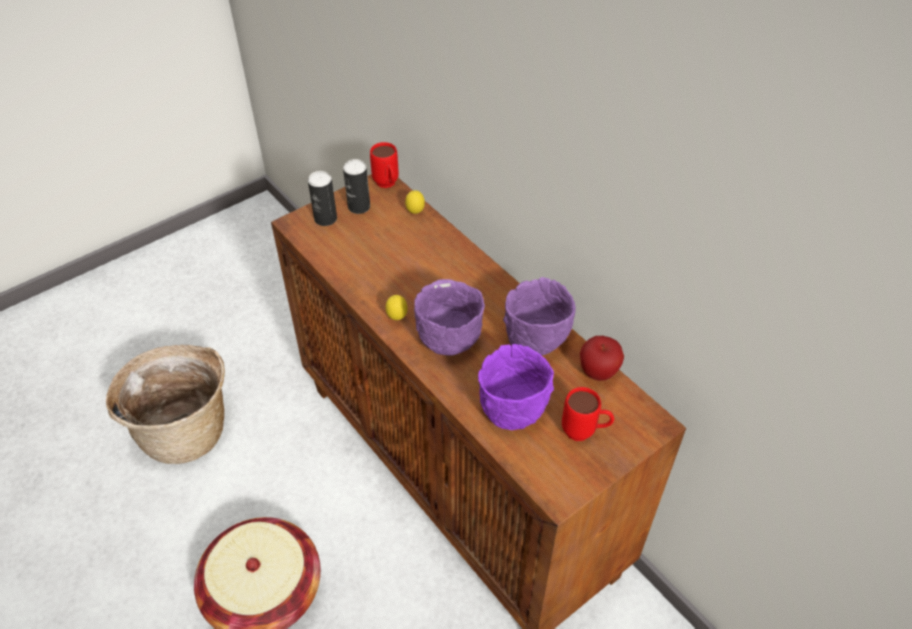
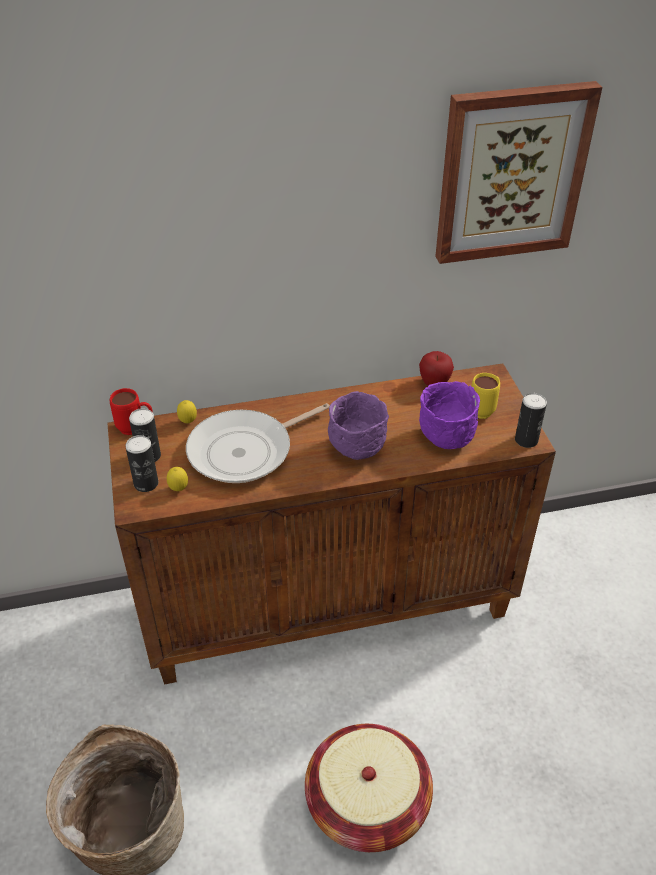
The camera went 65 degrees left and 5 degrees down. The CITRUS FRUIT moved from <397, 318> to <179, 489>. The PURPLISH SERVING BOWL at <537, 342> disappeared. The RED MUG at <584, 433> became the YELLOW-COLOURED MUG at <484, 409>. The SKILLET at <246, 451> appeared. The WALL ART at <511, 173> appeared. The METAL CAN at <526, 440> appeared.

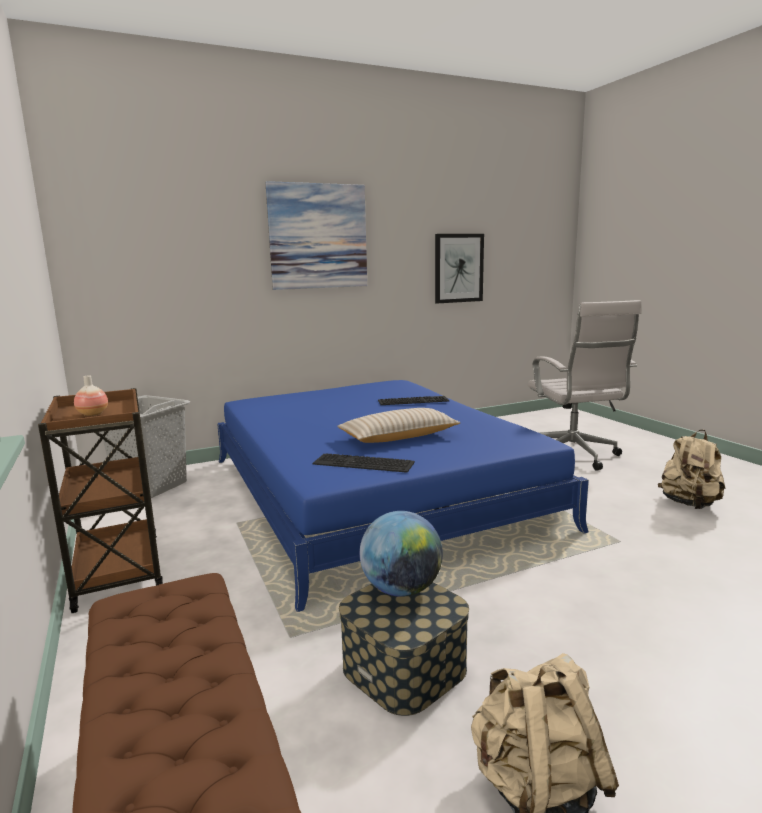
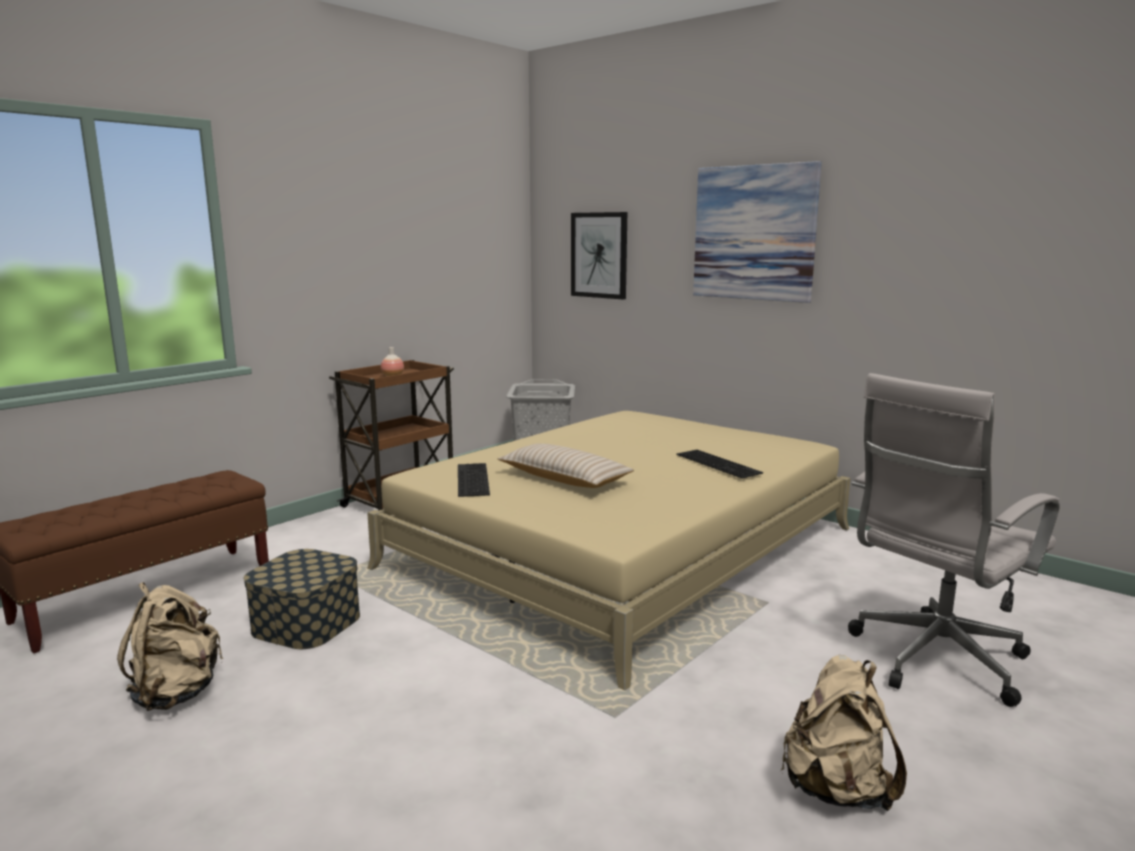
The camera went 65 degrees right and 0 degrees up. The BLUE BED at <372, 491> became the SAND-COLOURED BED at <622, 548>. The GLOBE at <401, 589> disappeared. The WALL ART moved from <458, 268> to <599, 255>.

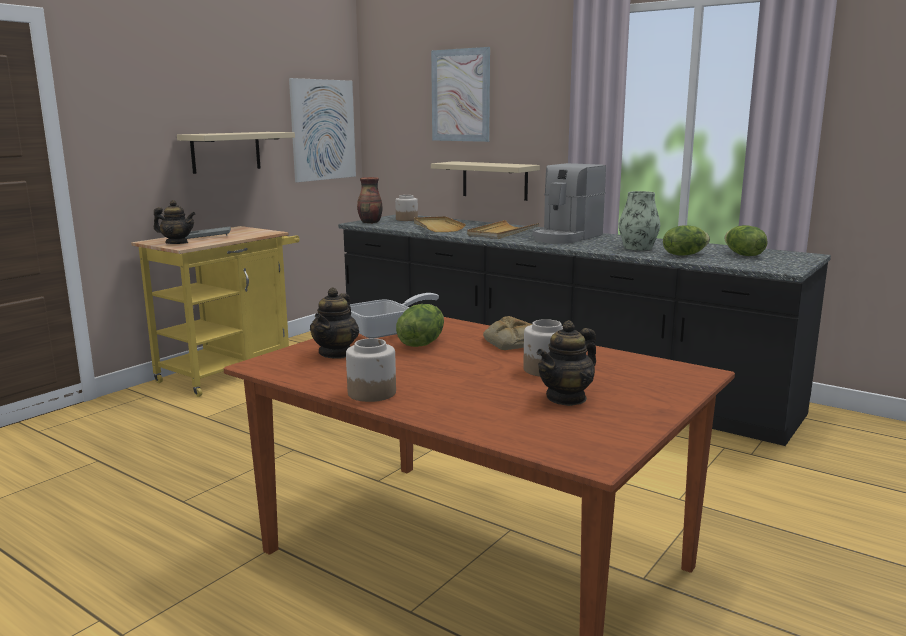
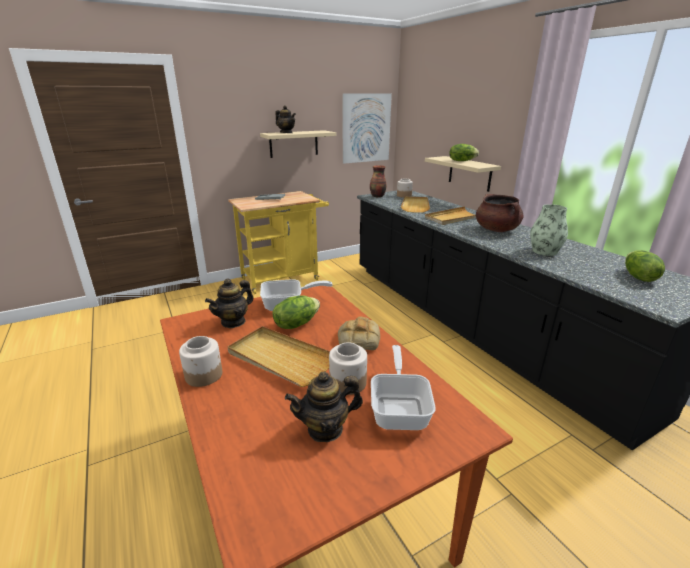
The camera went 25 degrees right and 10 degrees up. The TEA POT moved from <177, 243> to <286, 133>. The WALL ART at <460, 95> disappeared. The COFFEE MACHINE at <566, 237> was replaced by the BROWNISH STOCKPOT at <497, 230>. The HEAD OF LETTUCE moved from <684, 254> to <461, 161>. The SAND-COLOURED CARRYING TRAY at <280, 358> appeared. The SKILLET at <400, 408> appeared.

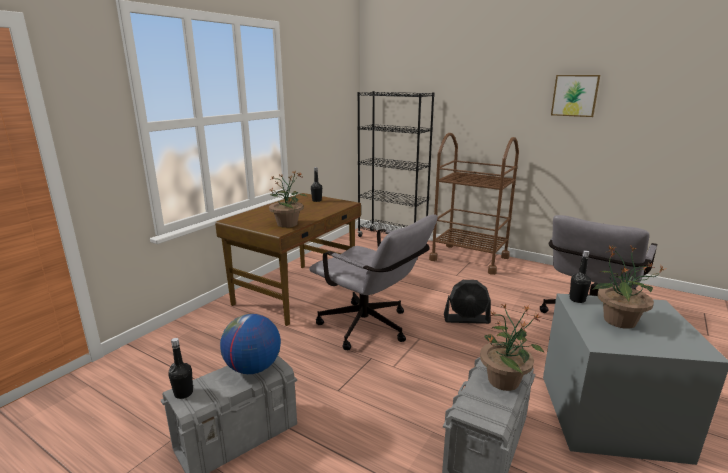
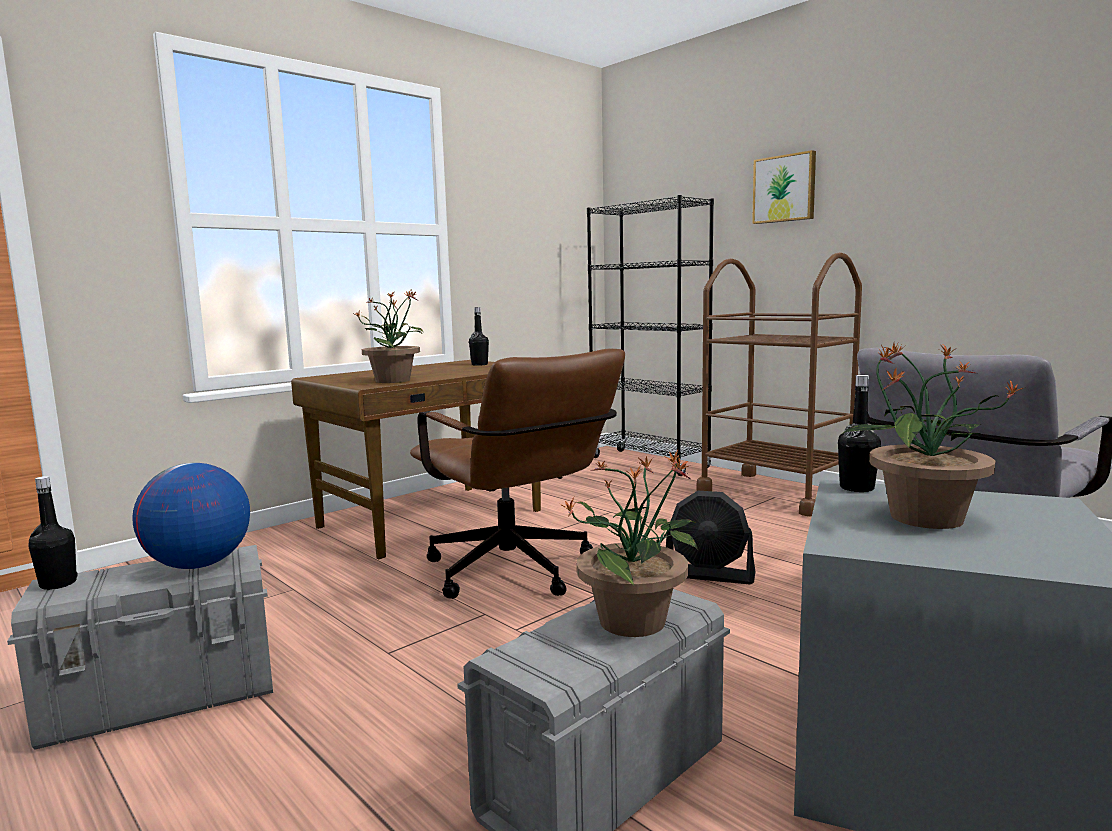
The camera went 15 degrees right and 10 degrees down. The GREY COMPUTER CHAIR at <371, 329> became the BROWNISH COMPUTER CHAIR at <517, 574>. The WALL ART moved from <575, 95> to <785, 189>.

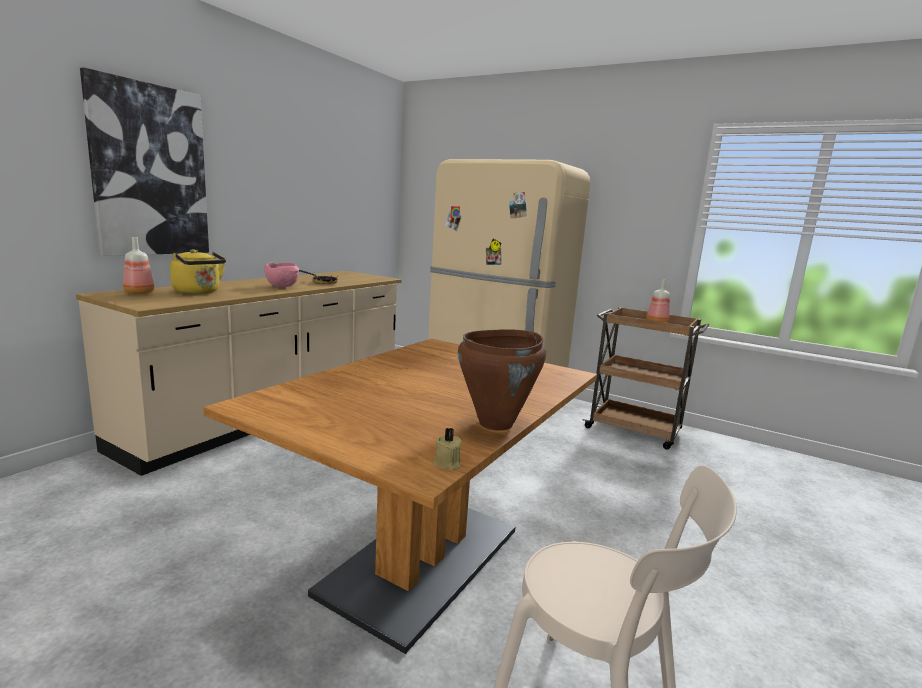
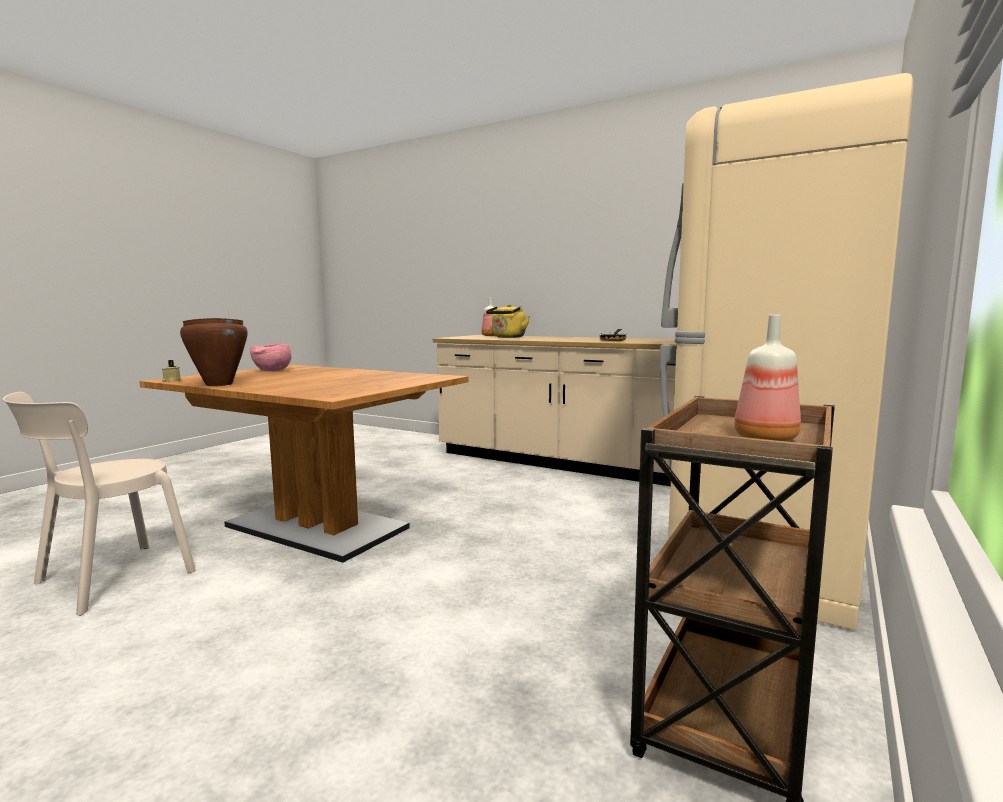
The camera went 90 degrees right and 5 degrees down. The WALL ART at <150, 171> disappeared. The PINK SERVING BOWL moved from <283, 287> to <272, 371>.

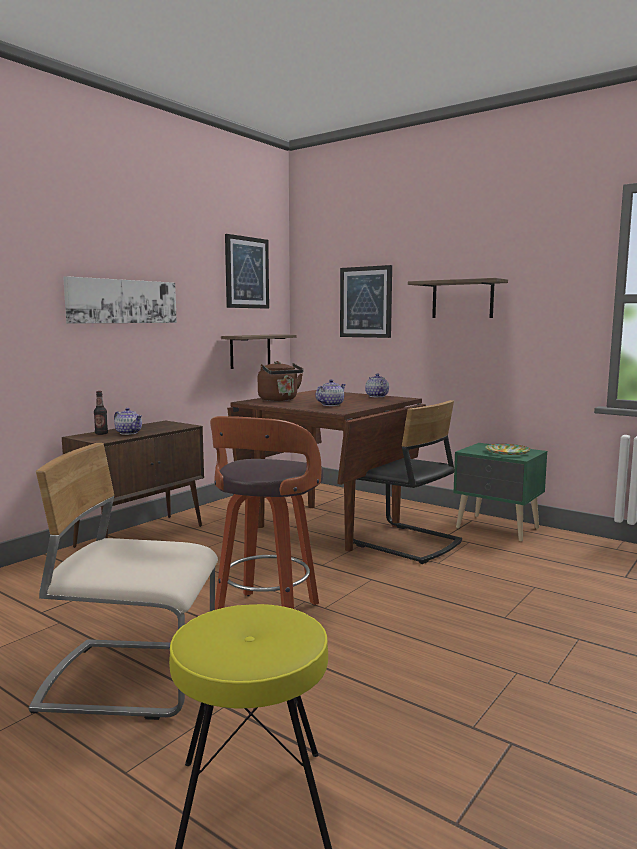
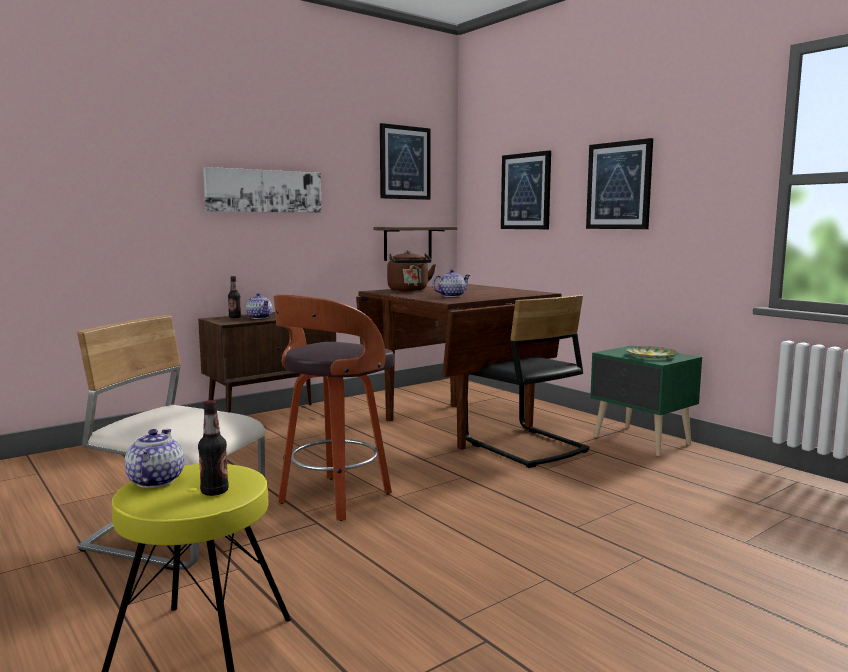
The camera went 15 degrees right and 0 degrees up. The TEA POT moved from <376, 396> to <155, 481>. The SHELF at <462, 299> was replaced by the WALL ART at <619, 185>. The BOTTLE at <214, 492> appeared.

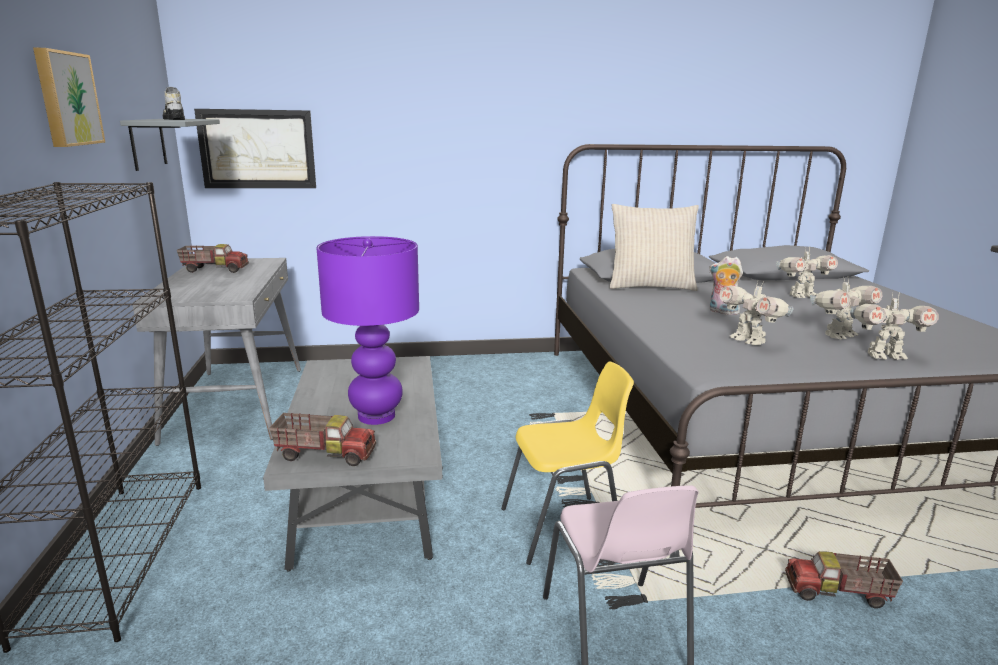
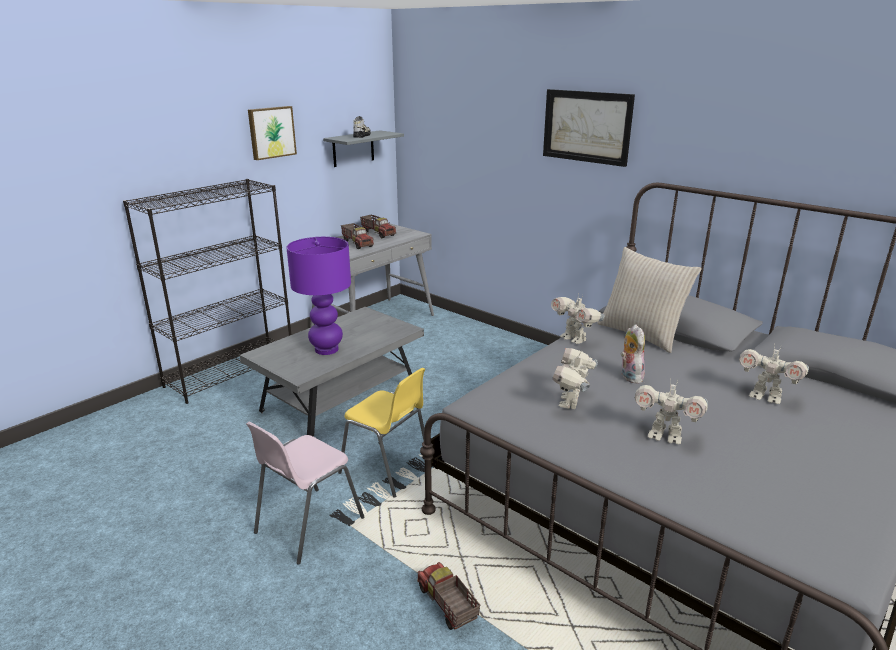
The camera went 50 degrees right and 5 degrees up. The WALL ART moved from <257, 149> to <587, 126>. The MODEL TRUCK moved from <325, 454> to <357, 244>. The ROBOT FIGURE moved from <884, 356> to <574, 339>.

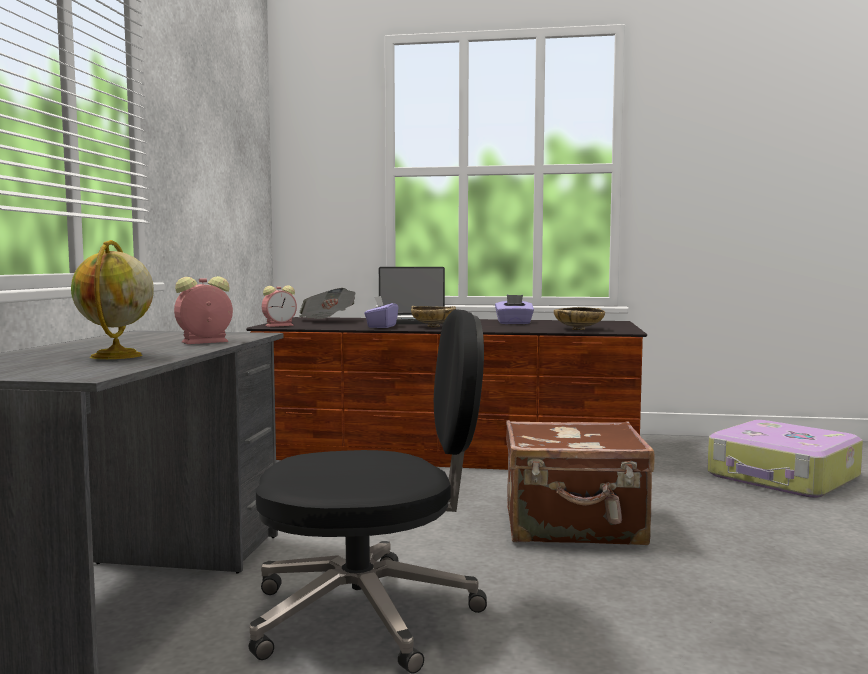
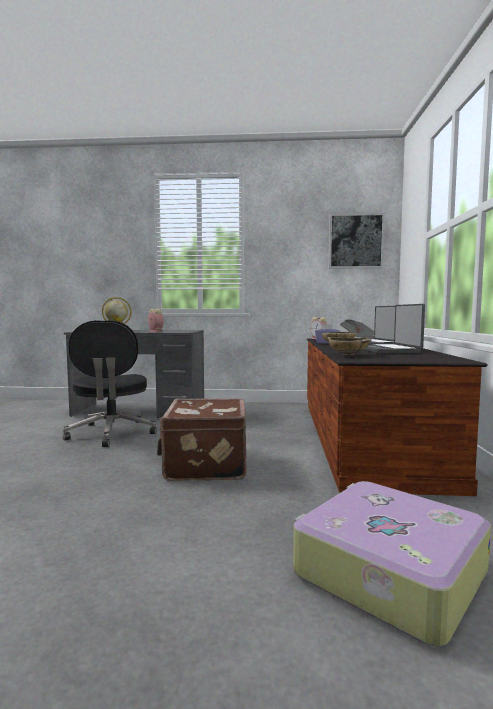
The camera went 85 degrees right and 0 degrees up. The PURPLISH TISSUE HOLDER at <514, 323> was replaced by the PORTABLE COMPUTER at <388, 350>. The WALL ART at <355, 241> appeared.

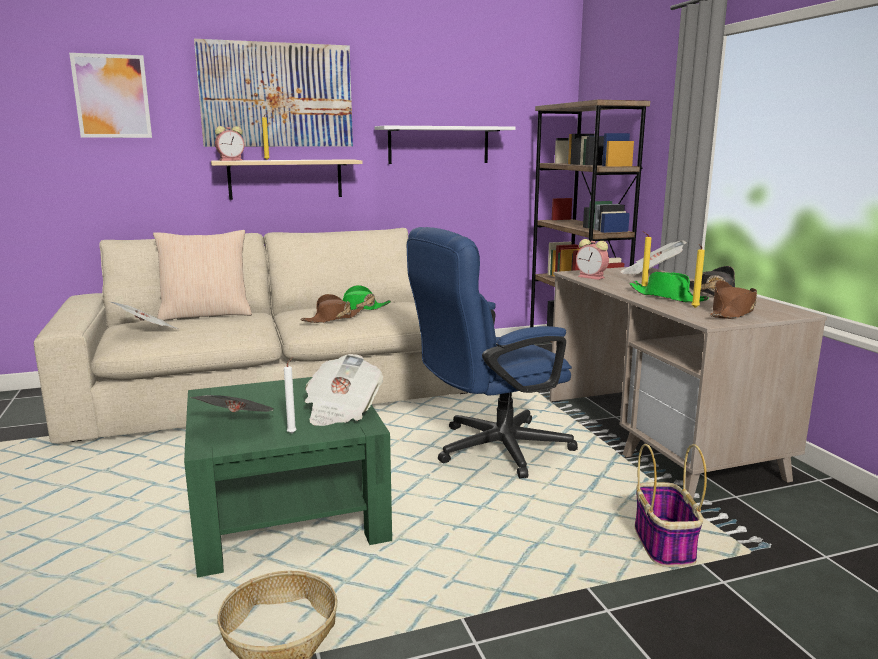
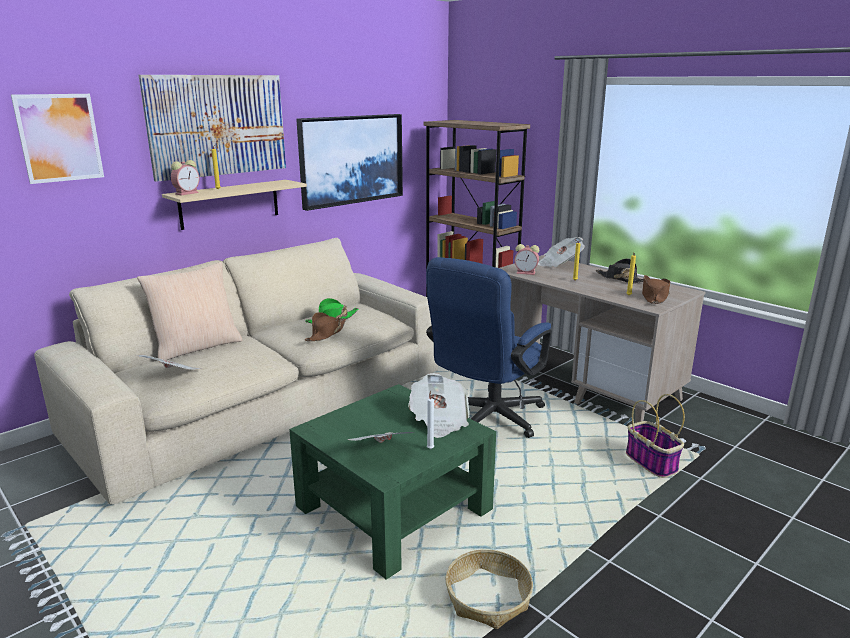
The camera went 25 degrees left and 5 degrees up. The WHITE SHELF at <438, 145> was replaced by the WALL ART at <351, 159>. The GREEN HAT at <667, 297> disappeared.

